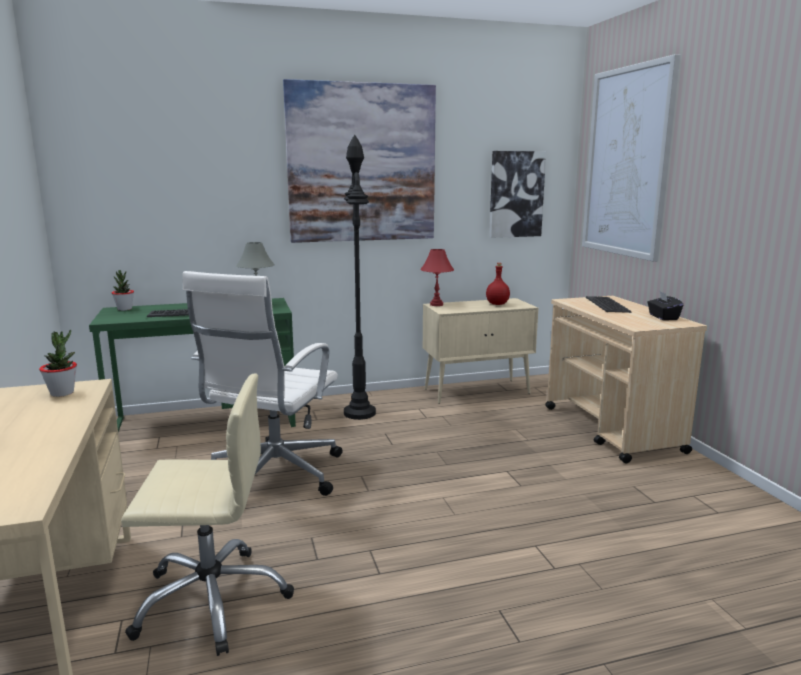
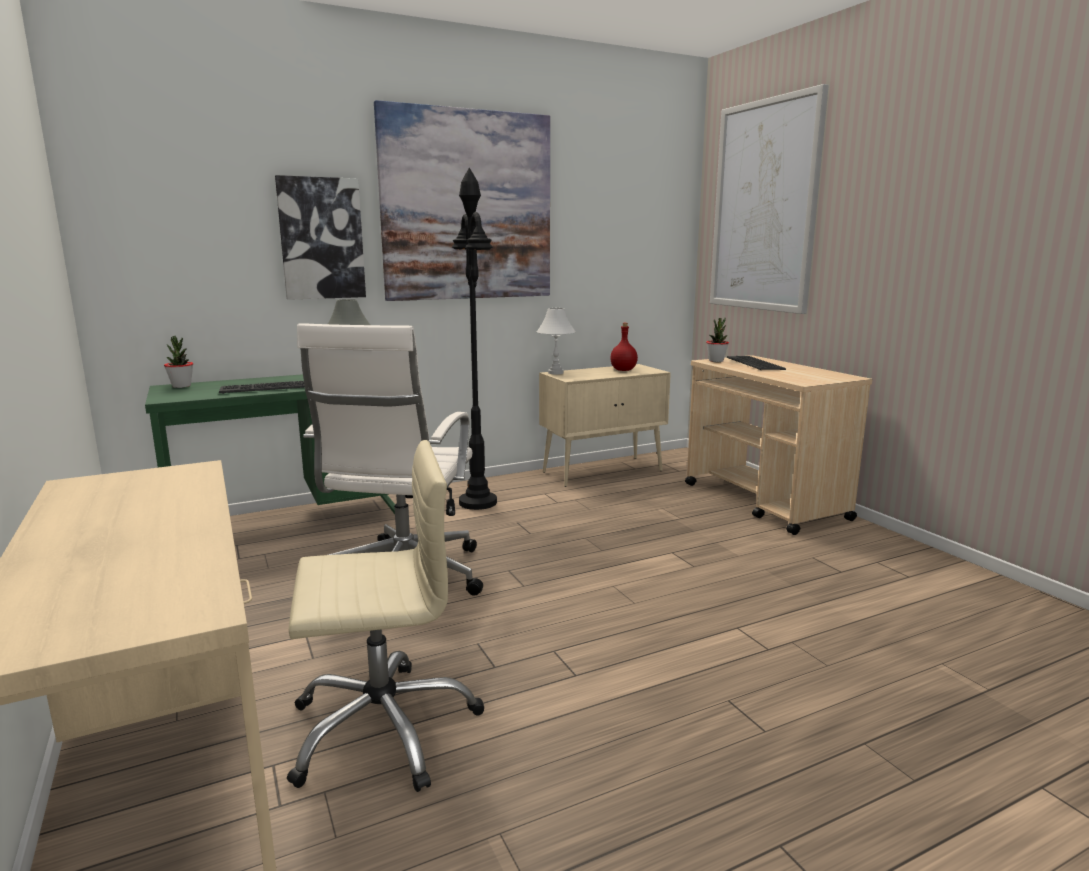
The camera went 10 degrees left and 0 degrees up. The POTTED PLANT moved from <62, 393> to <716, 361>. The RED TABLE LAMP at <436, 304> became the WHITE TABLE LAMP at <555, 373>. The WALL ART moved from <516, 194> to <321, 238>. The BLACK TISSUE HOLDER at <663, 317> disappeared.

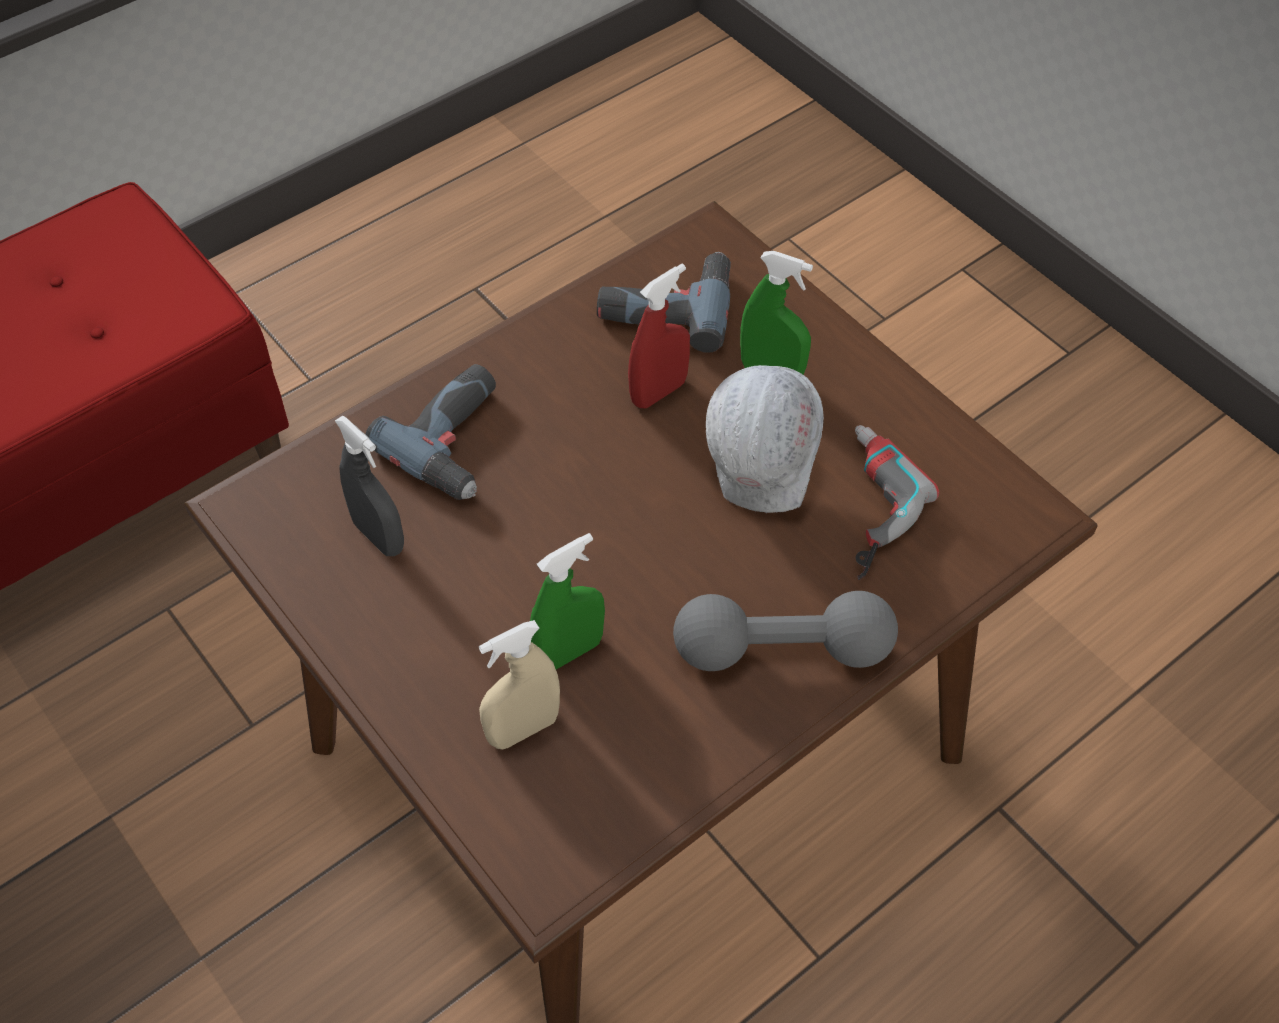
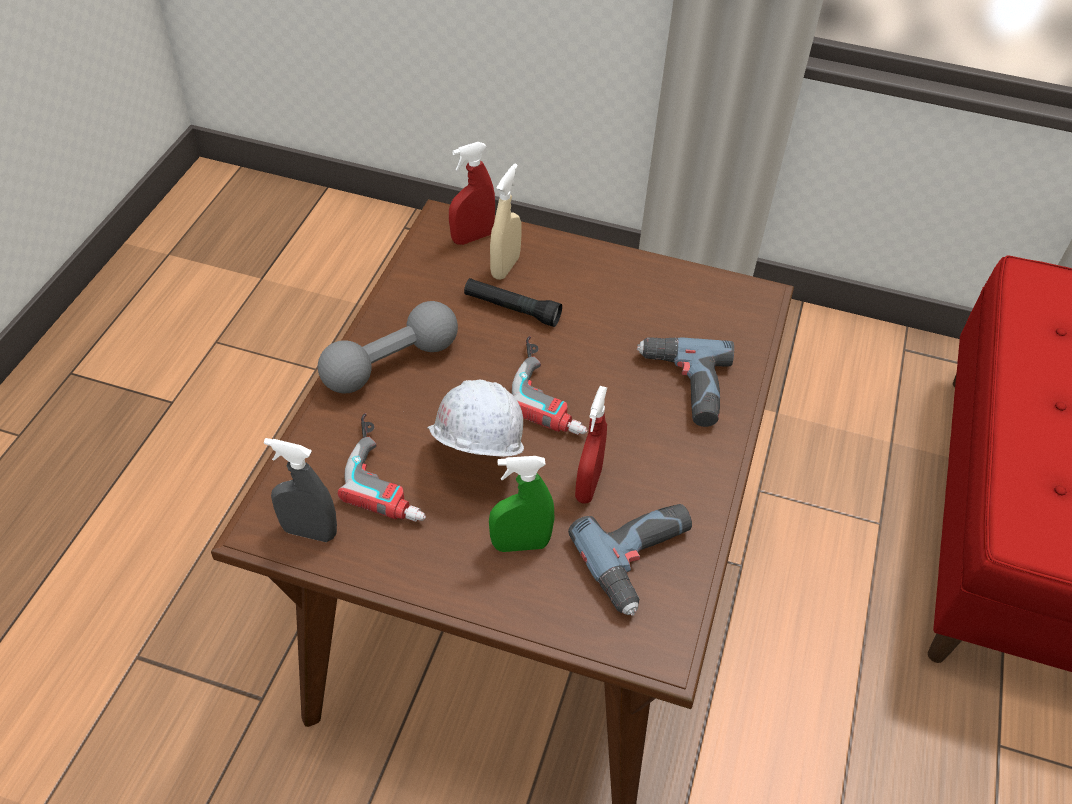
The camera went 145 degrees right and 5 degrees down. The GREY SPRAY BOTTLE moved from <379, 536> to <309, 532>. The GREEN SPRAY BOTTLE at <569, 652> was replaced by the BLACK FLASHLIGHT at <512, 309>. The RED SPRAY BOTTLE at <472, 237> appeared. The POWER DRILL at <554, 391> appeared.

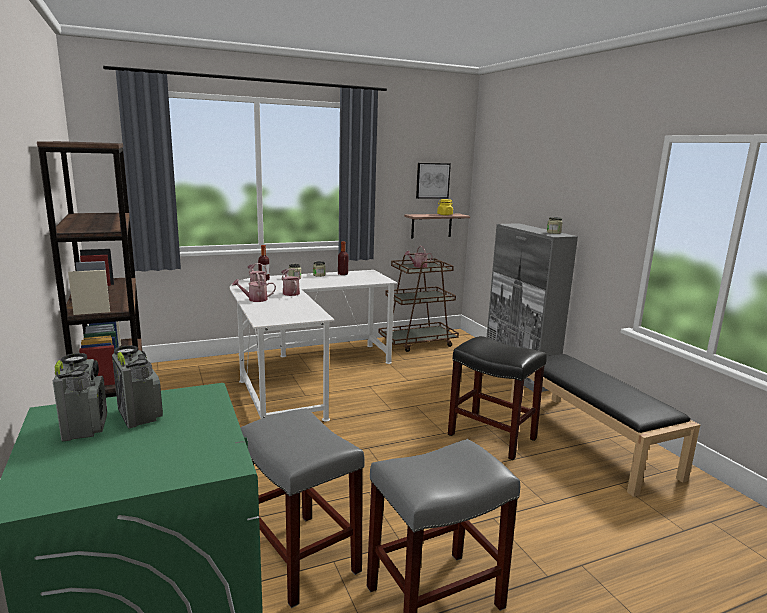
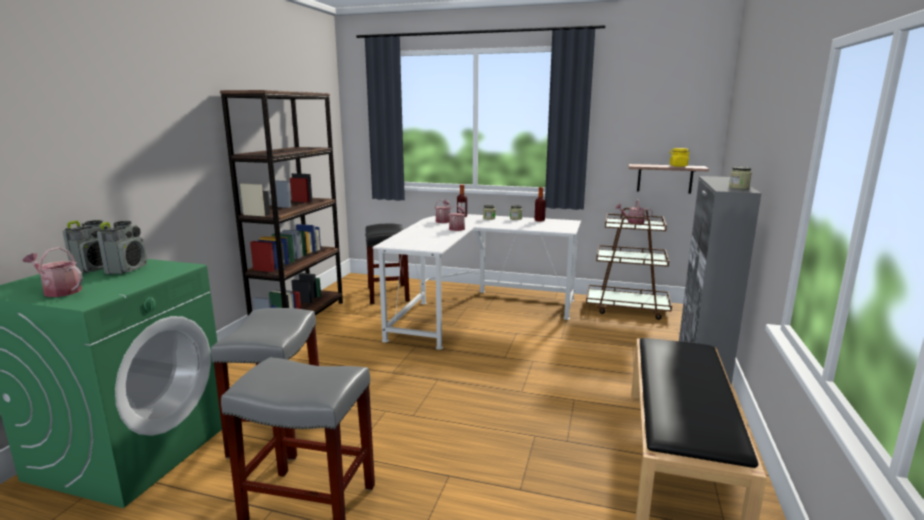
The camera went 40 degrees right and 0 degrees up. The WATERING CAN moved from <255, 299> to <59, 291>. The WALL ART at <432, 180> disappeared. The BLACK STOOL moved from <493, 437> to <388, 294>.

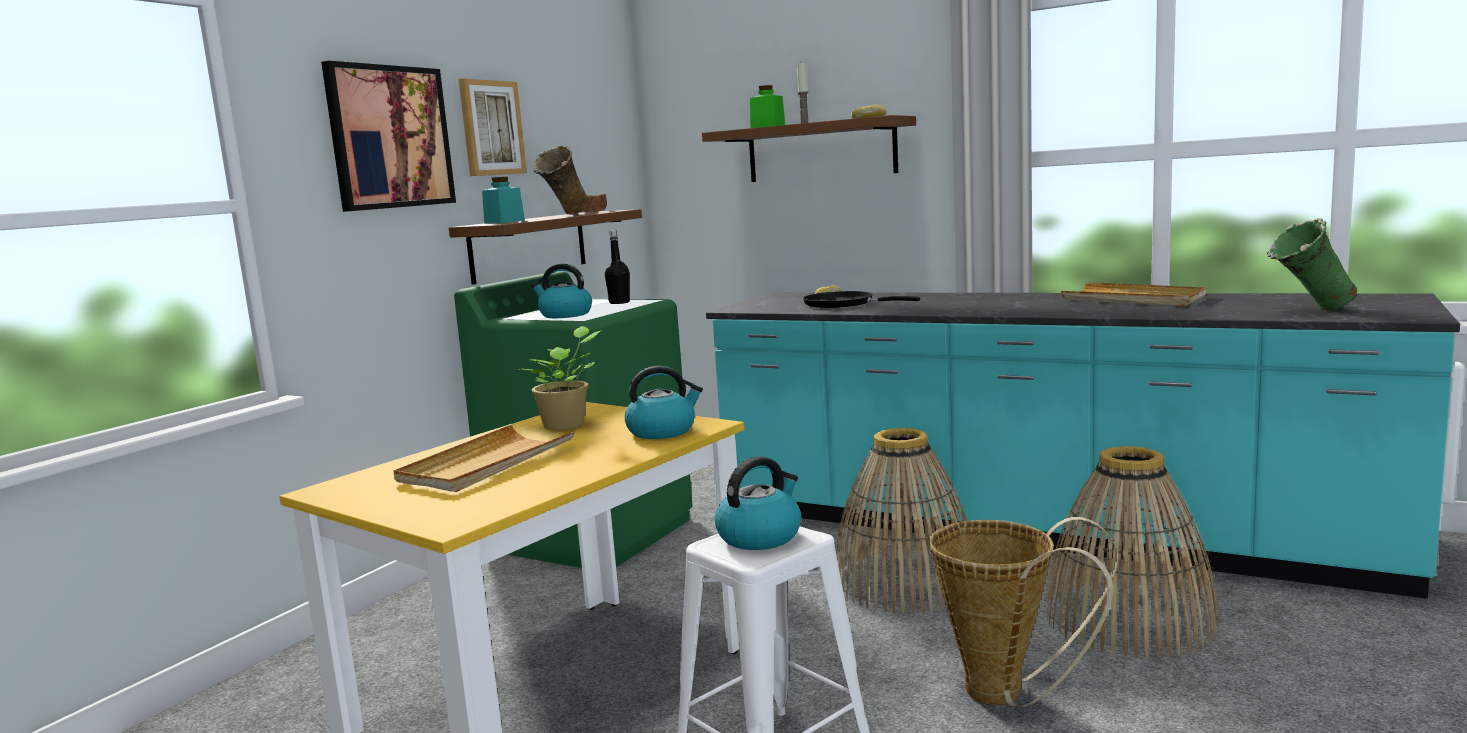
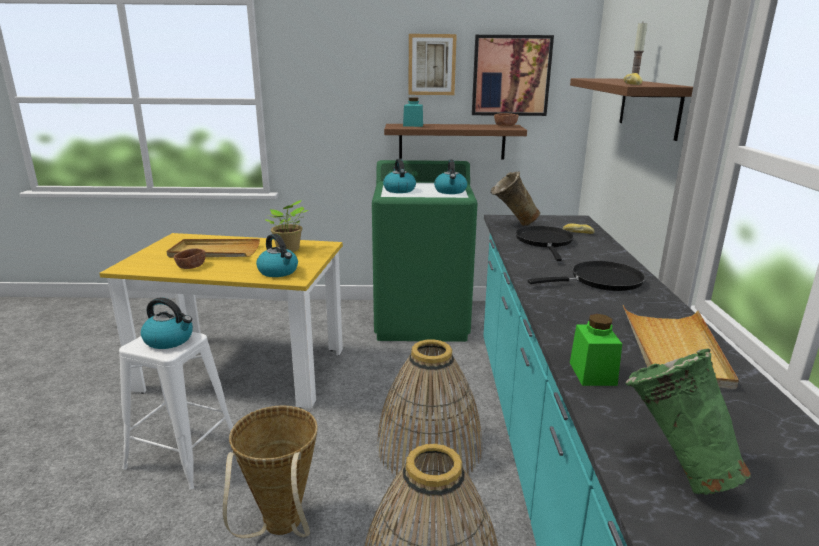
The camera went 60 degrees right and 10 degrees up. The WALL ART moved from <389, 137> to <511, 76>. The SAND-COLOURED VASE moved from <565, 215> to <512, 225>. The BLACK BOTTLE at <619, 302> was replaced by the TEA KETTLE at <450, 191>. The GREEN PRESERVE JAR moved from <768, 127> to <592, 373>. The BROWNISH SERVING BOWL at <191, 266> appeared. The BLACK SKILLET at <601, 281> appeared.

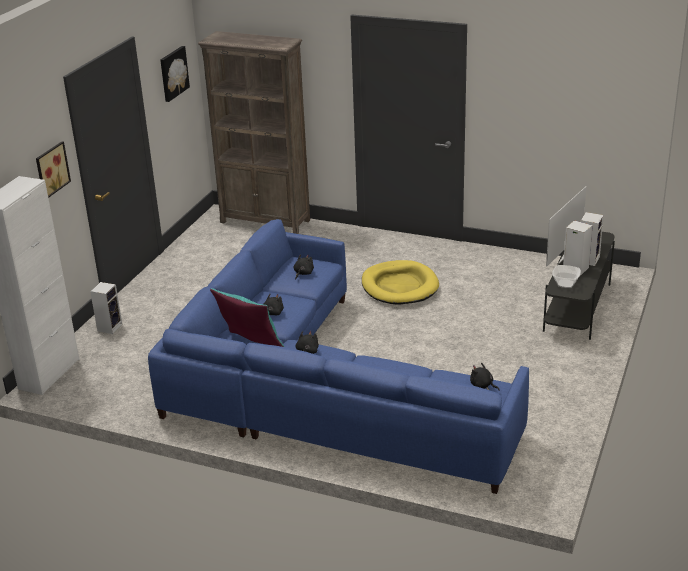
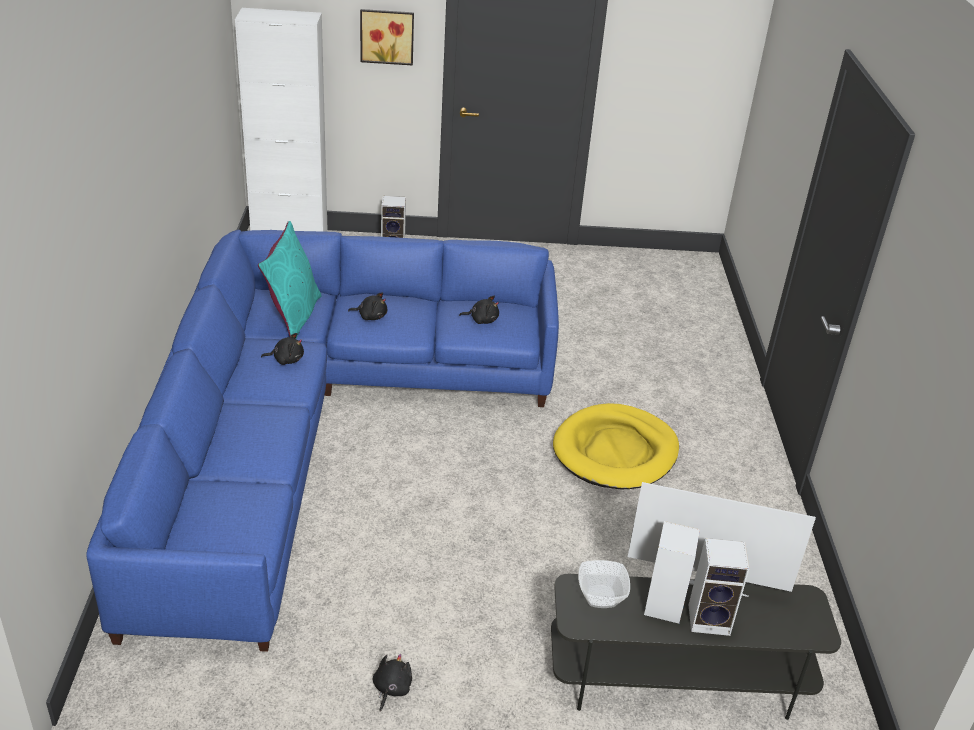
The camera went 65 degrees right and 5 degrees up. The WALL ART at <173, 73> disappeared. The BROWNISH BOOKSHELF at <265, 221> disappeared. The BLACK SOFT TOY moved from <482, 386> to <391, 689>.

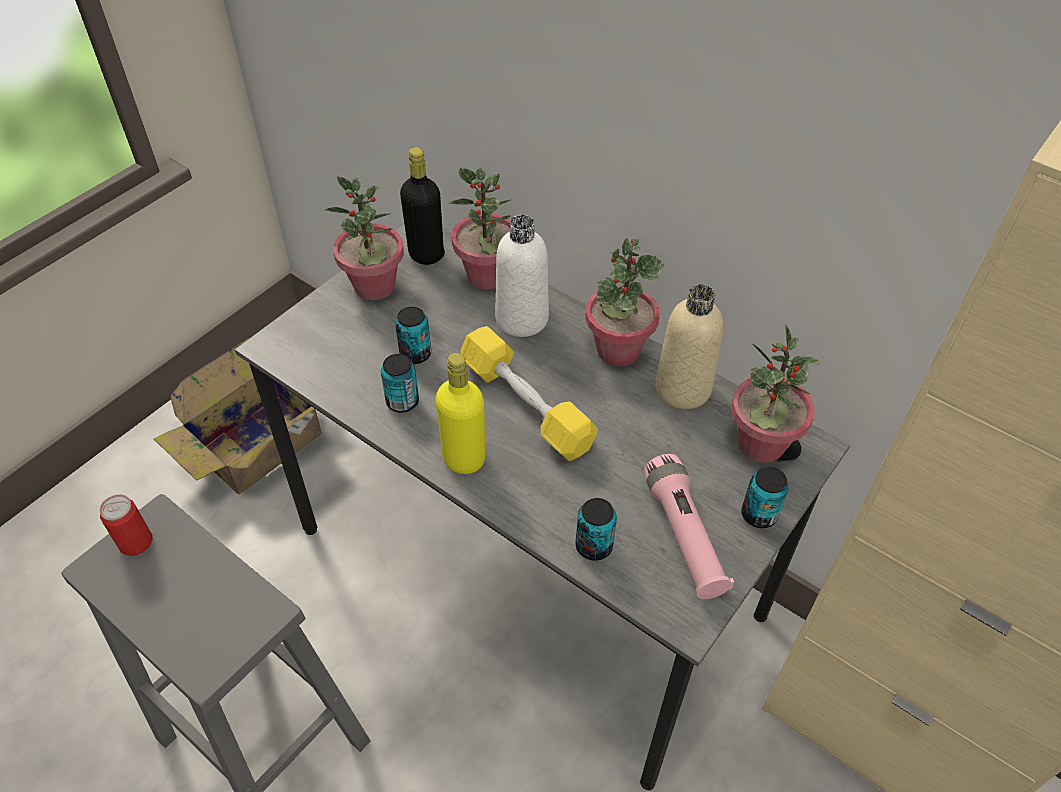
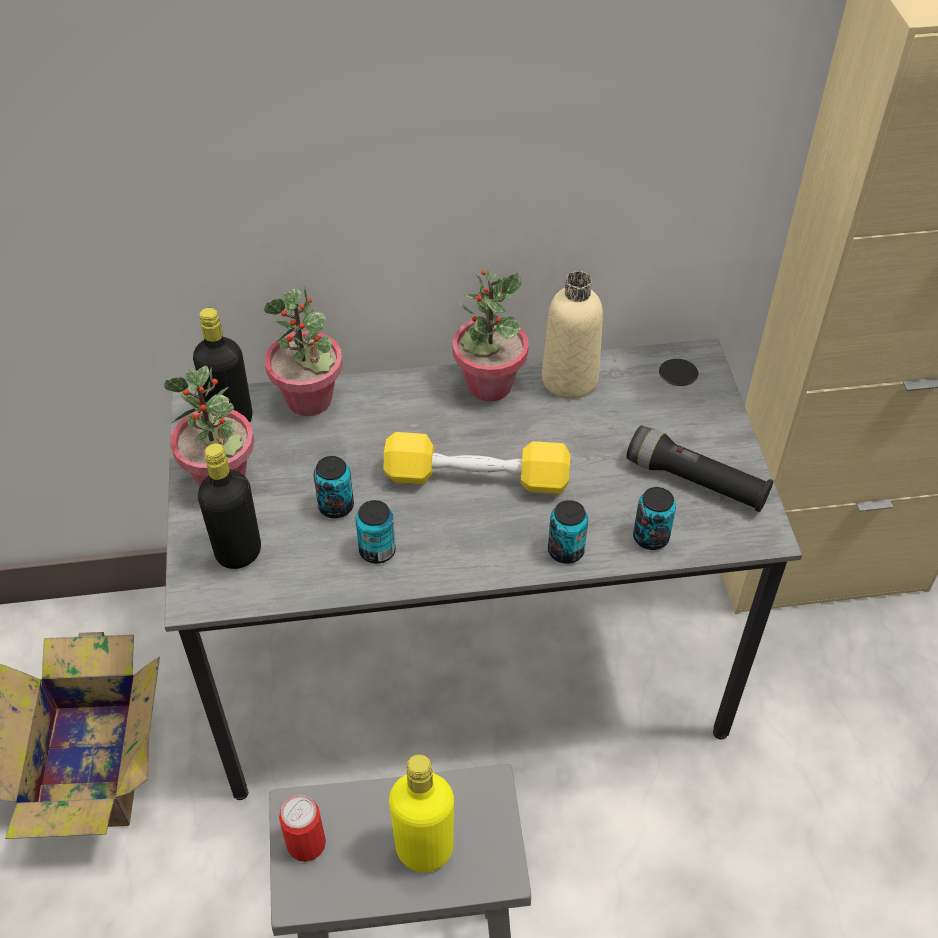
The camera went 45 degrees left and 0 degrees up. The YELLOW-COLOURED BOTTLE moved from <464, 458> to <424, 849>. The WHITE BOTTLE at <522, 319> disappeared. The PINK FLASHLIGHT at <683, 535> became the BLACK FLASHLIGHT at <696, 481>. The POTTED PLANT at <760, 444> disappeared. The METAL CAN moved from <758, 515> to <565, 551>. The BLACK BOTTLE at <238, 552> appeared.

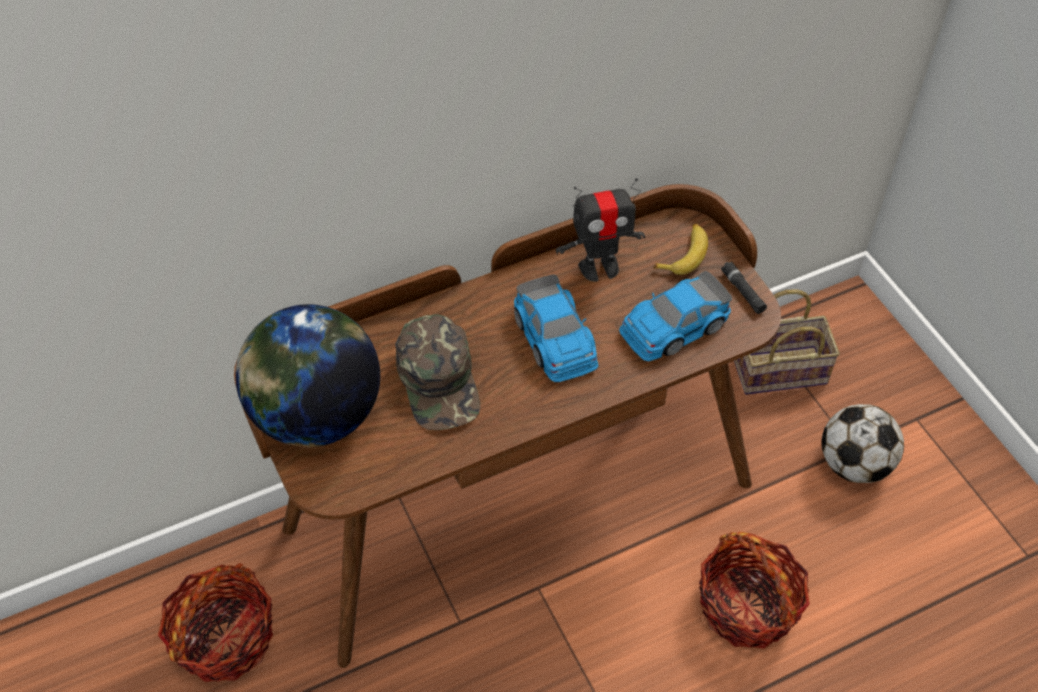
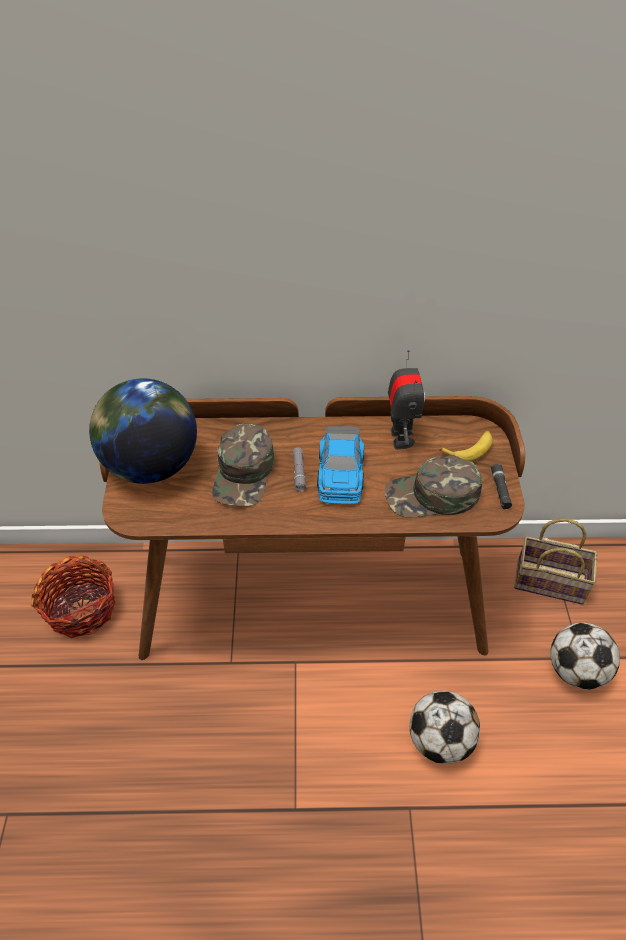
The camera went 25 degrees right and 5 degrees down. The ROBOT FIGURE at <599, 267> turned 105 degrees counterclockwise. The MINIATURE CAR at <673, 327> was replaced by the GREEN PEAKED CAP at <432, 495>. The BASKET at <747, 606> was replaced by the FOOTBALL at <440, 740>. The GREY FLASHLIGHT at <299, 472> appeared.

